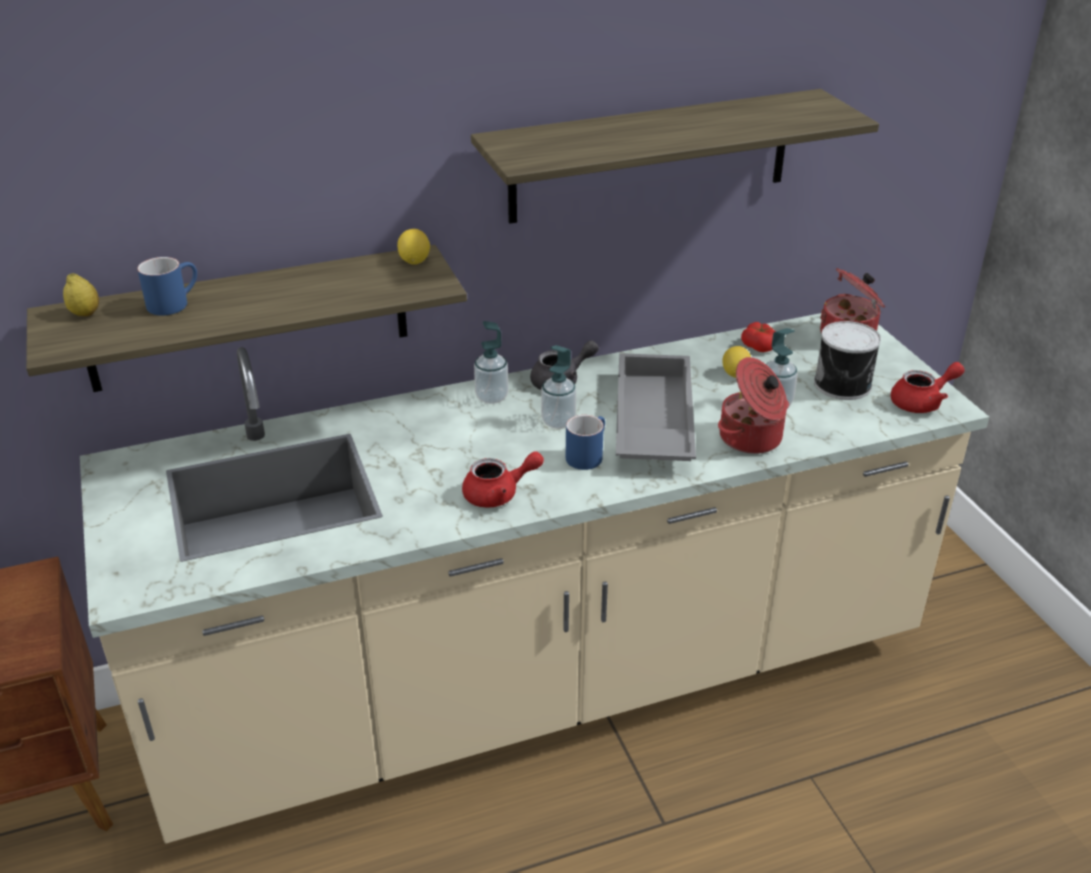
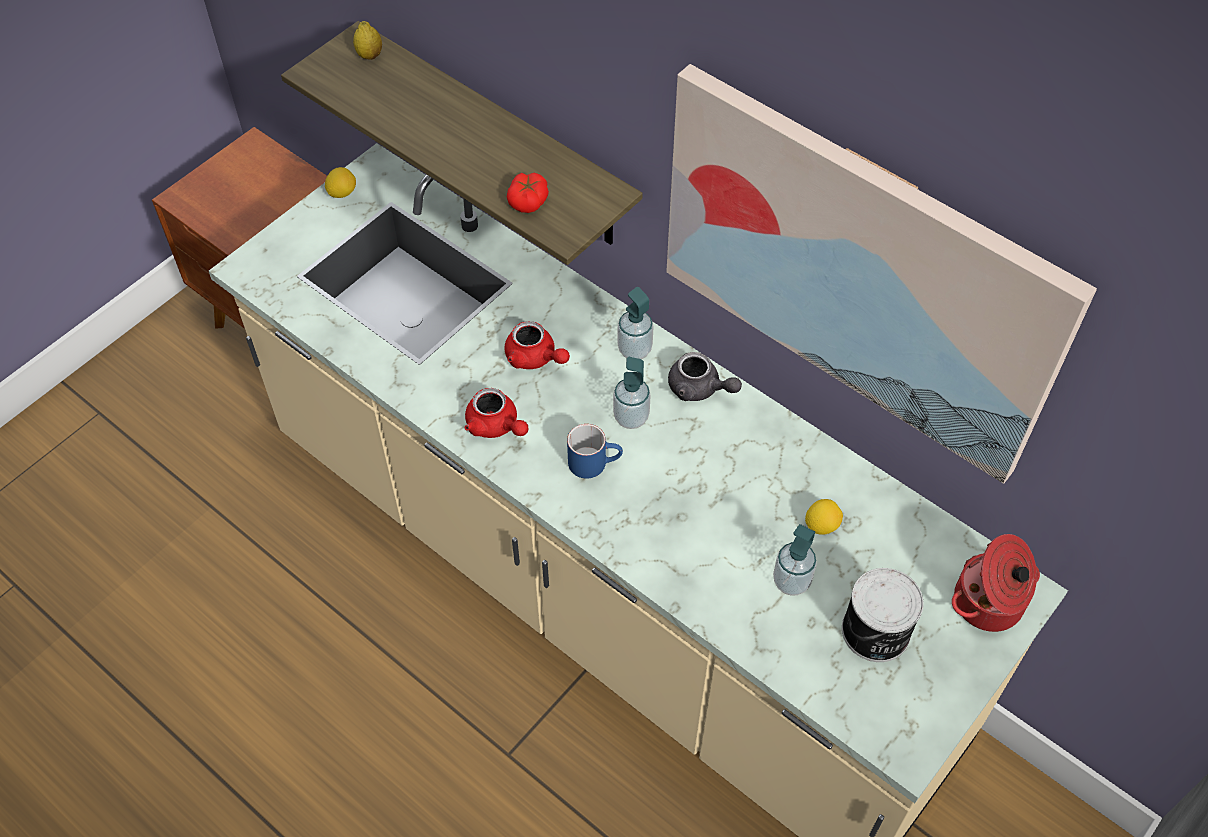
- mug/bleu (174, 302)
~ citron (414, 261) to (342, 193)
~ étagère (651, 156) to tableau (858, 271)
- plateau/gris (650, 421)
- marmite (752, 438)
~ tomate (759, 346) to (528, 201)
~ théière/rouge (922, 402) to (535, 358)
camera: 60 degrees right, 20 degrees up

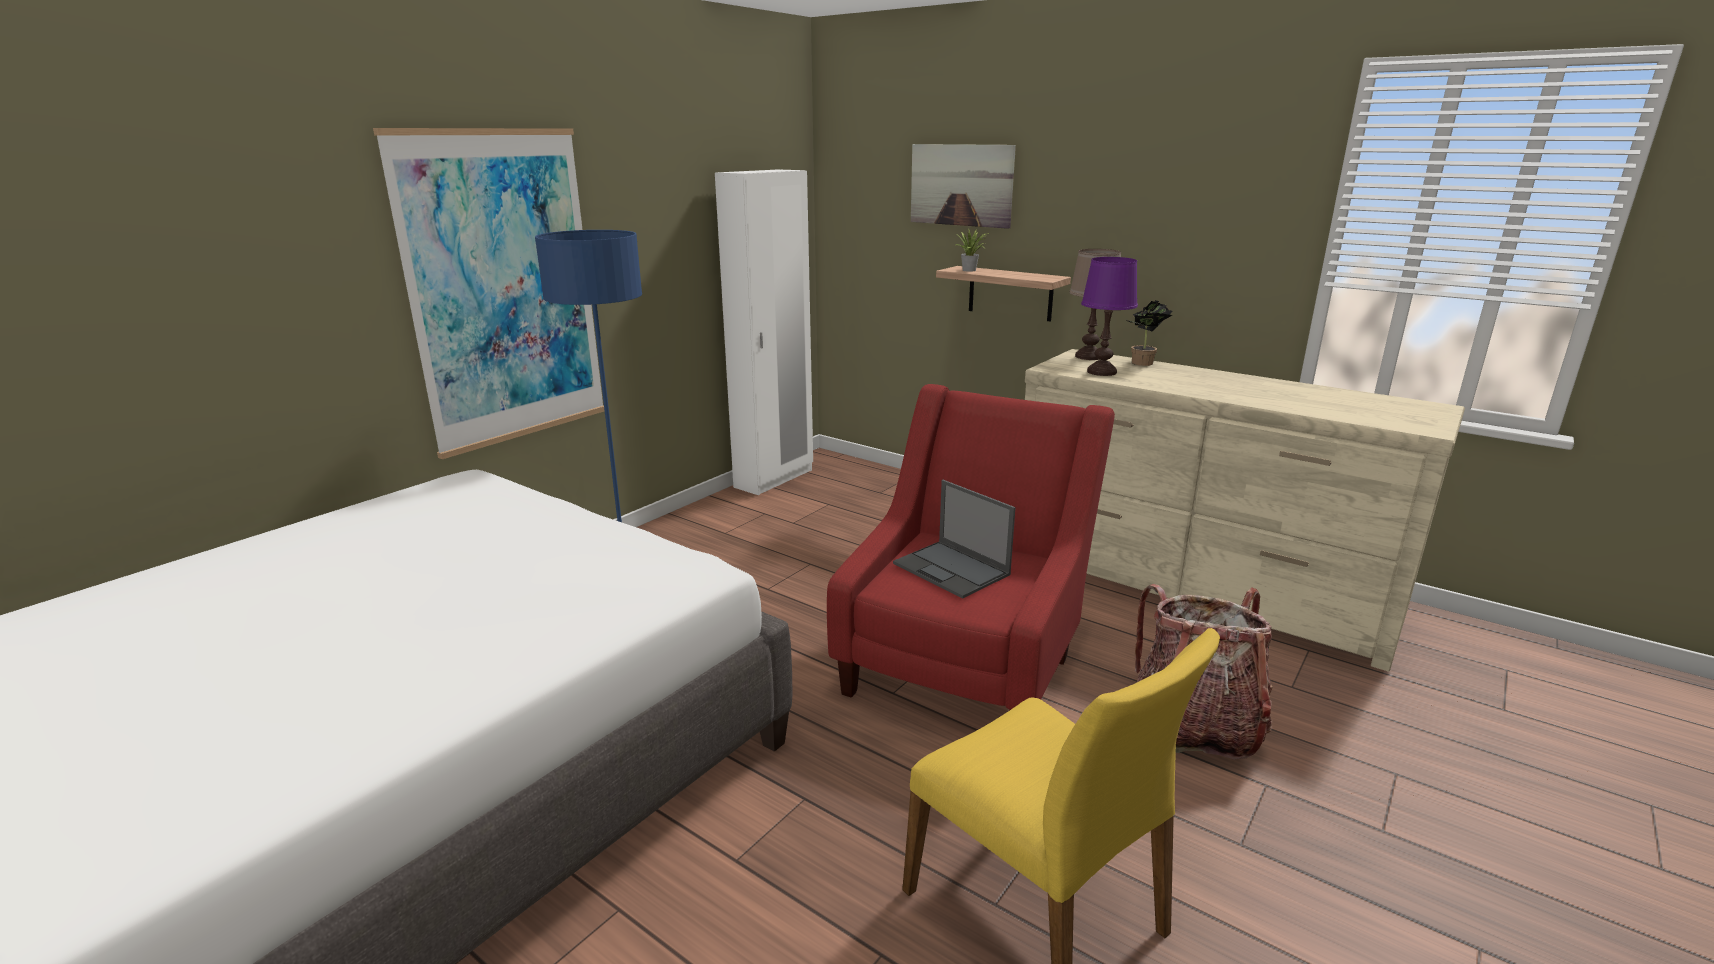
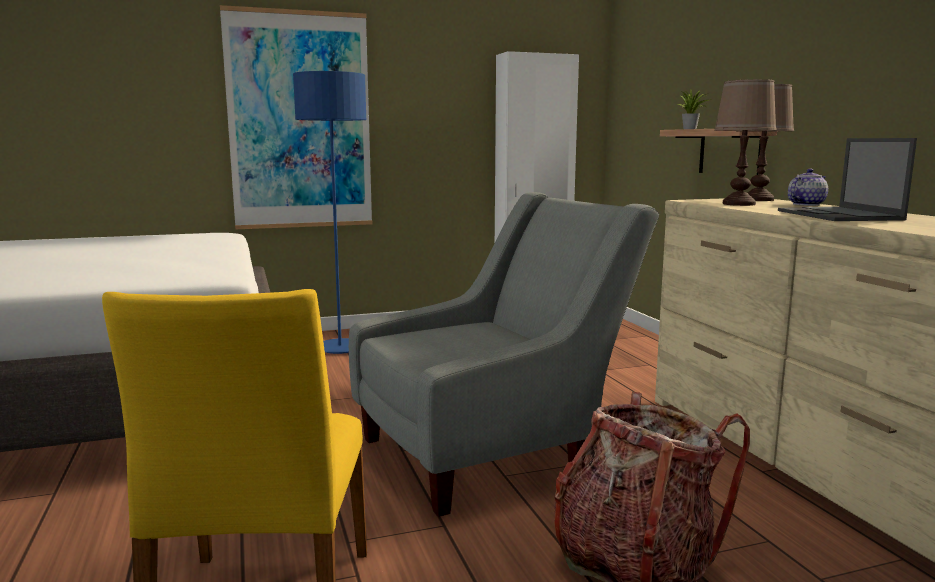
~ fauteuil/rouge (967, 662) to fauteuil/gris (492, 451)
~ ordinateur portable (952, 569) to (839, 215)
- tableau (961, 185)
~ lampe de table/violet (1101, 372) to lampe de table/marron (738, 204)
~ plante en pot (1143, 364) to théière (805, 204)
camera: 35 degrees right, 10 degrees down

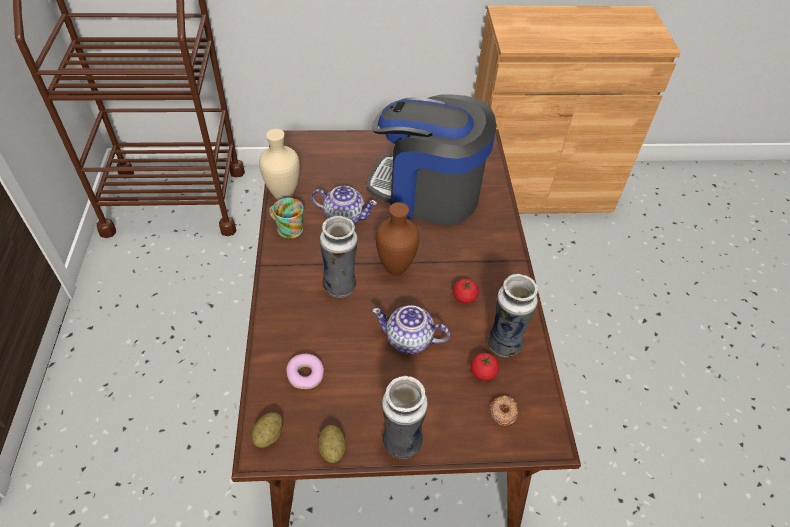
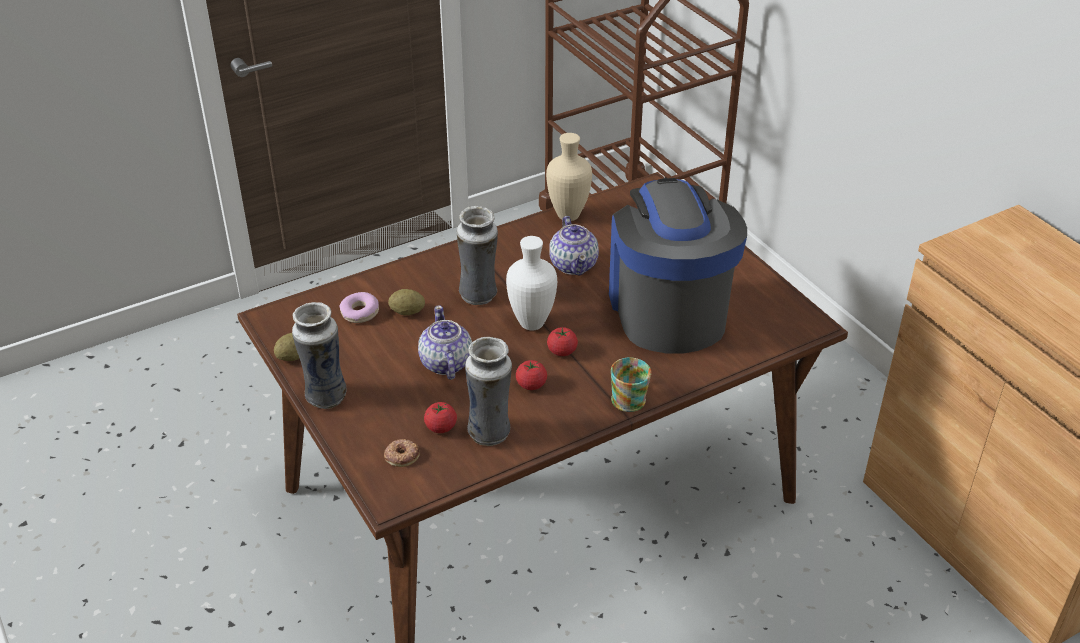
~ pomme de terre (269, 435) to (407, 312)
~ mug (287, 227) to (629, 397)
~ vase/marron (397, 269) to vase/blanc (532, 324)
+ tomate (562, 351)
camera: 65 degrees right, 10 degrees down

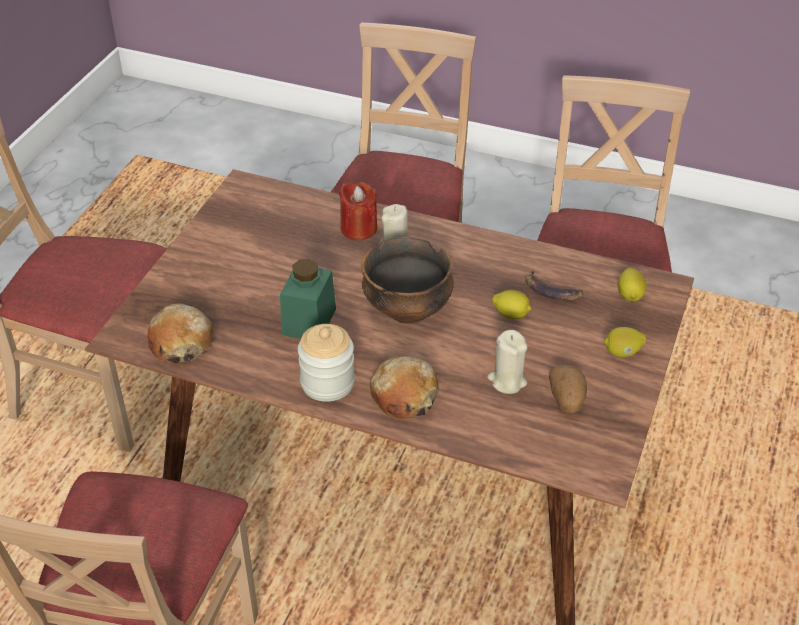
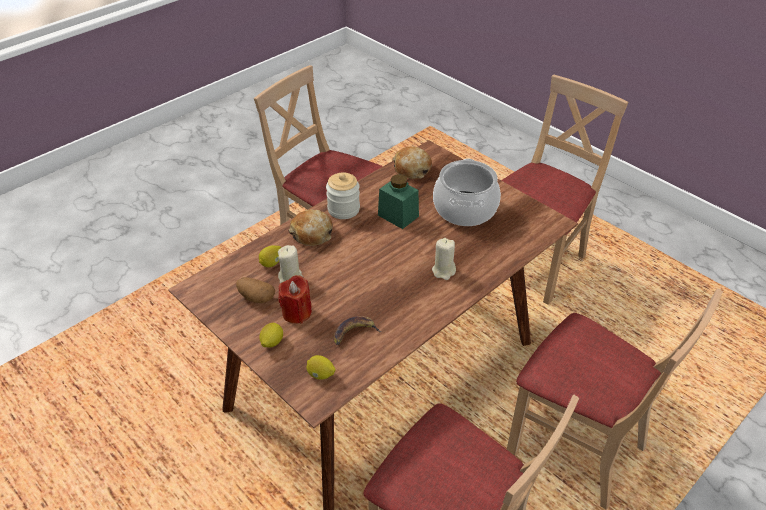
~ bougie/rouge (358, 229) to (297, 312)
- bol (408, 309)
~ citron (511, 314) to (271, 263)
+ marmite (465, 209)
camera: 115 degrees right, 0 degrees up

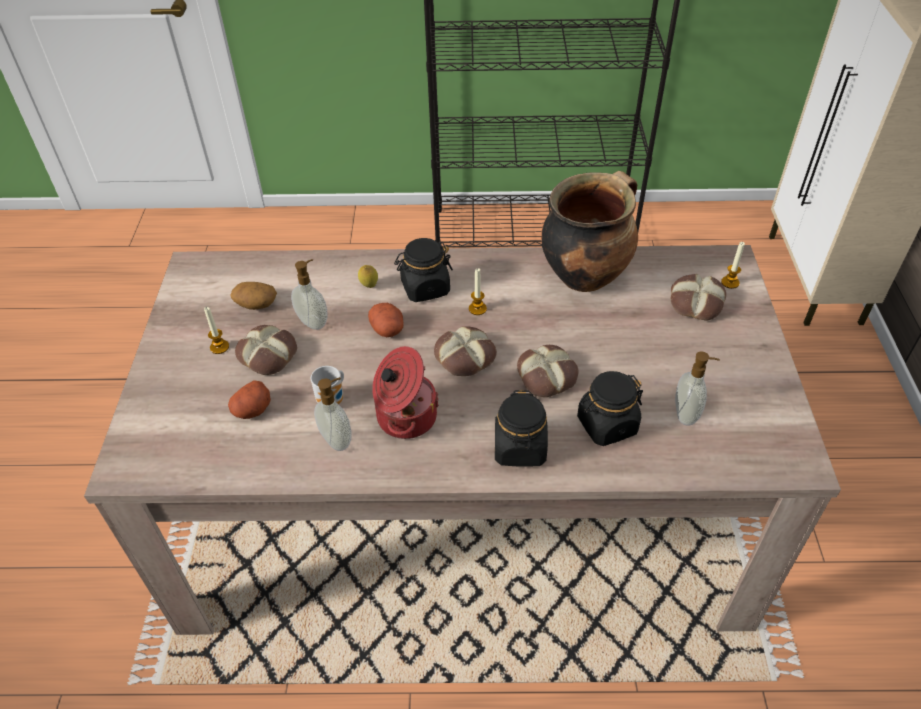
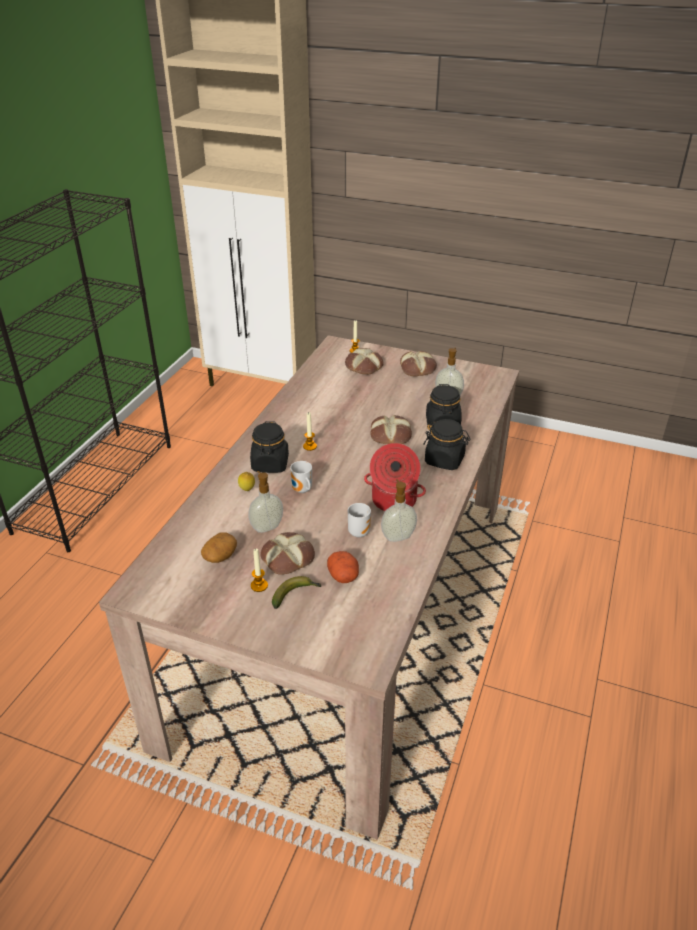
~ pomme de terre (388, 329) to mug (302, 491)
~ pain (465, 357) to (418, 368)
- marmite (585, 275)
+ banane (296, 594)
camera: 70 degrees left, 10 degrees down

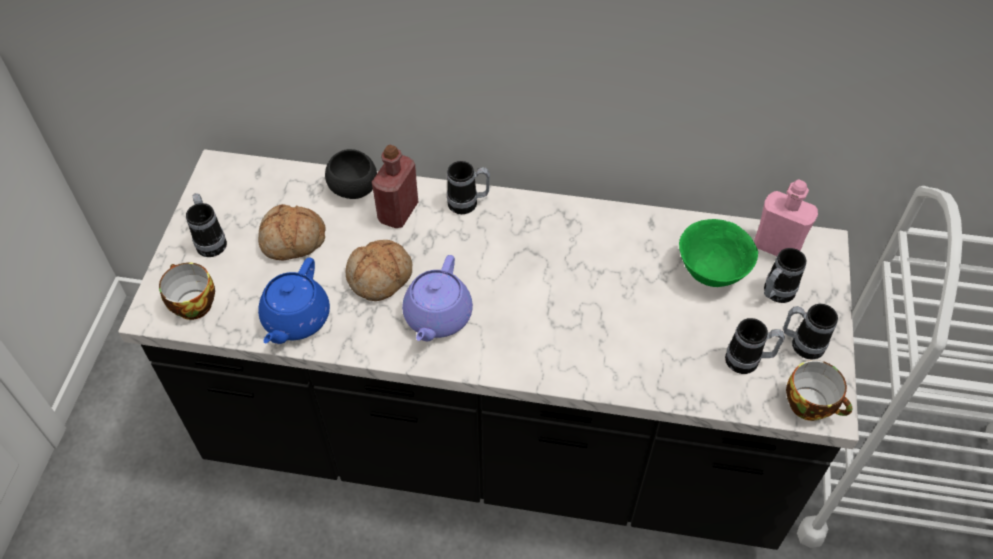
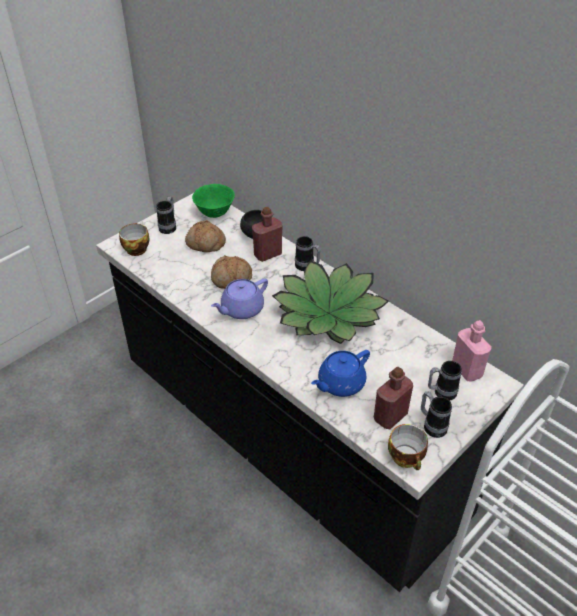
~ théière/bleu (295, 319) to (340, 384)
~ bol/vert (711, 272) to (215, 213)
~ mug (748, 361) to bouteille/rouge (390, 416)
+ plante en pot (329, 313)
camera: 35 degrees right, 10 degrees down

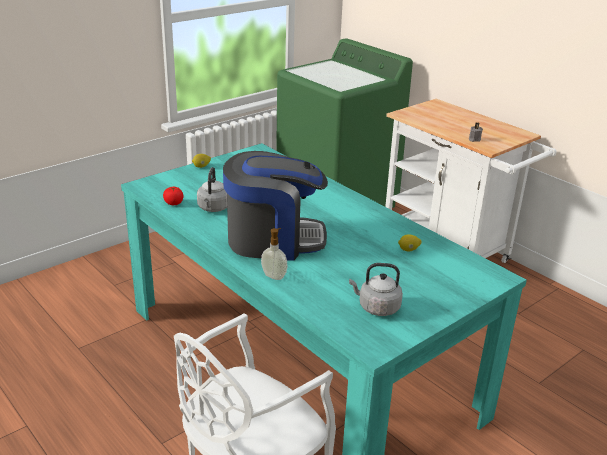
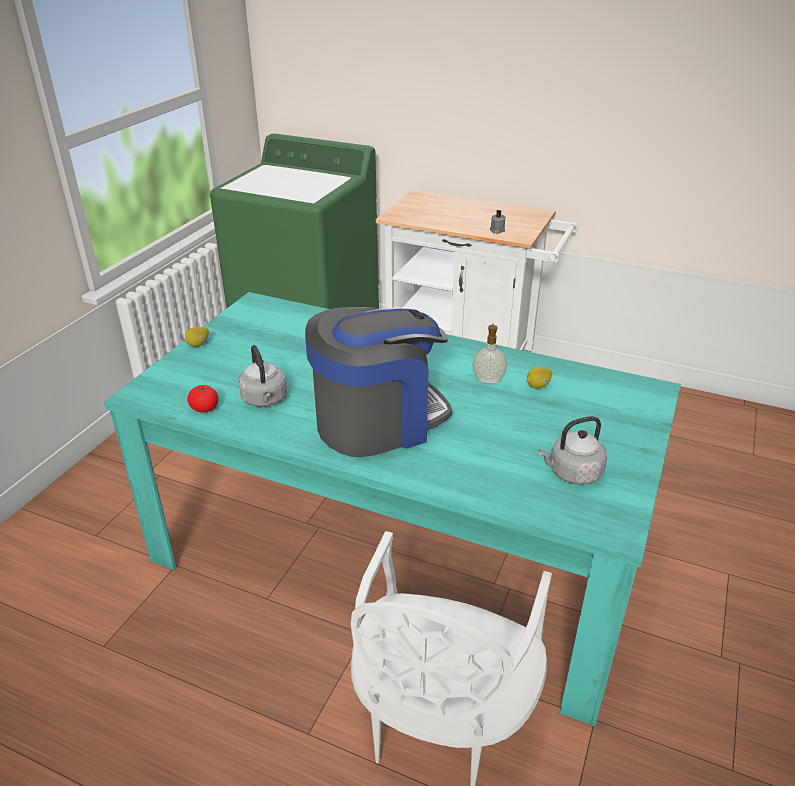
~ distributeur de savon (274, 276) to (488, 380)
camera: 25 degrees left, 5 degrees up

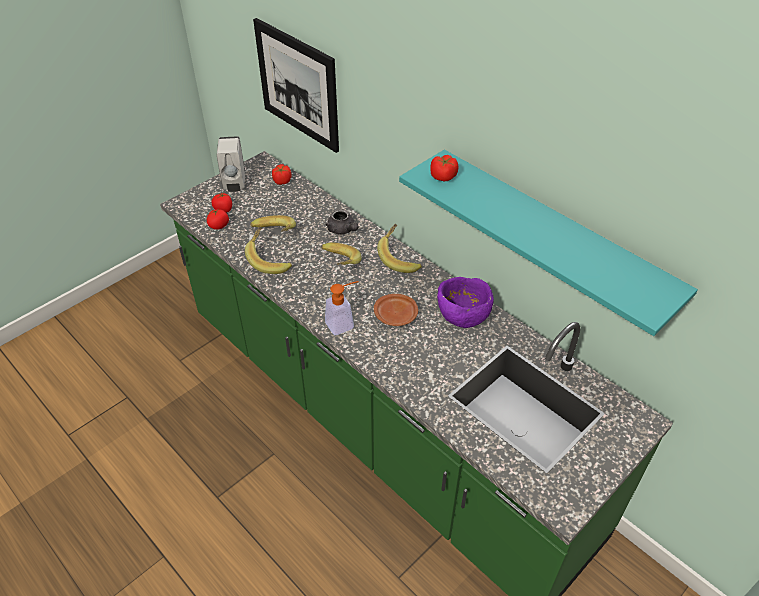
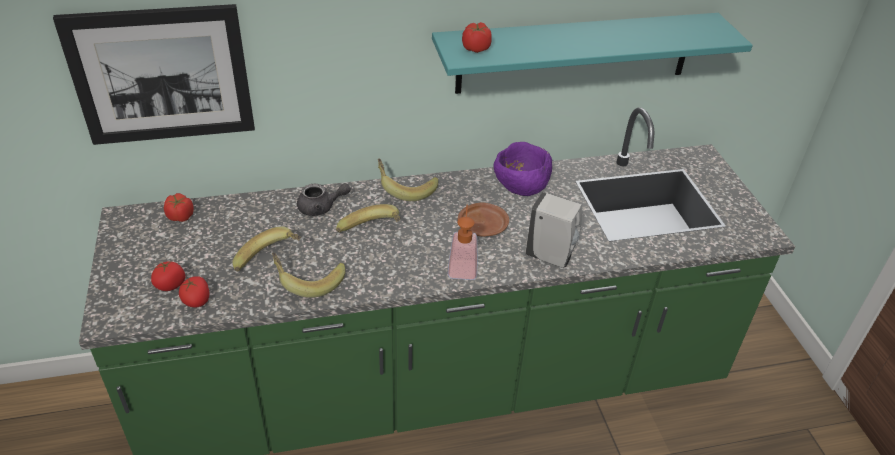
~ distributeur de savon/blanc (234, 184) to (551, 257)
camera: 60 degrees left, 5 degrees down

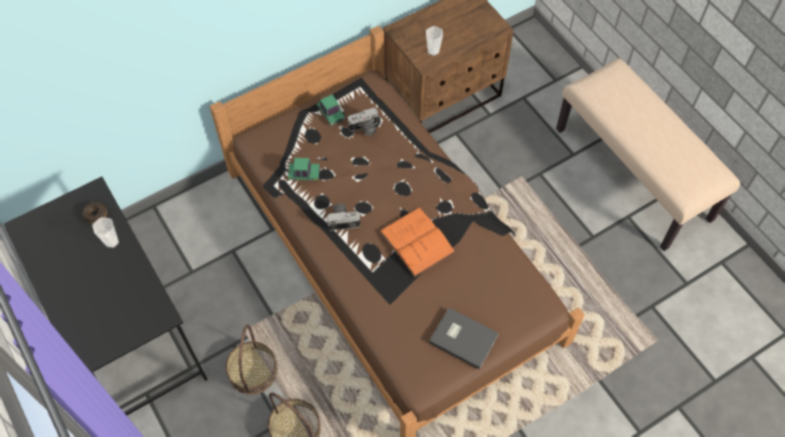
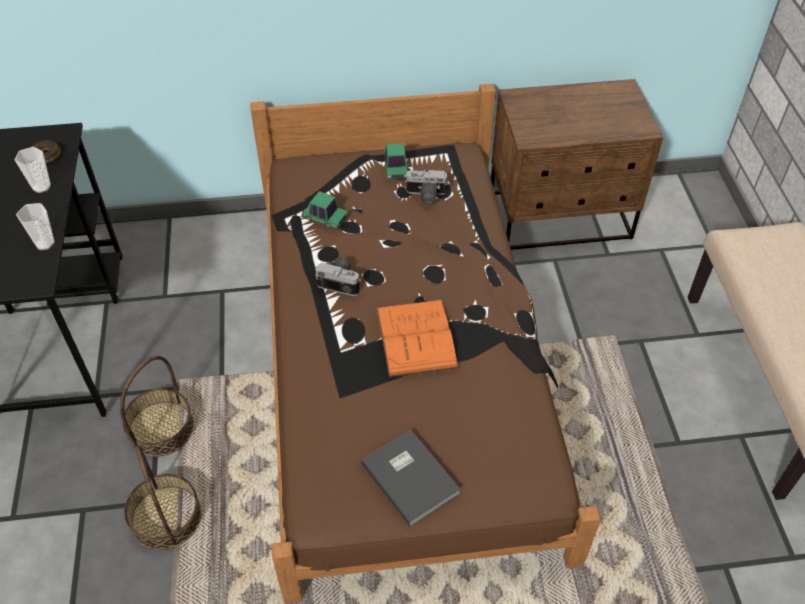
~ tasse (433, 51) to (45, 243)
camera: 25 degrees right, 10 degrees down

